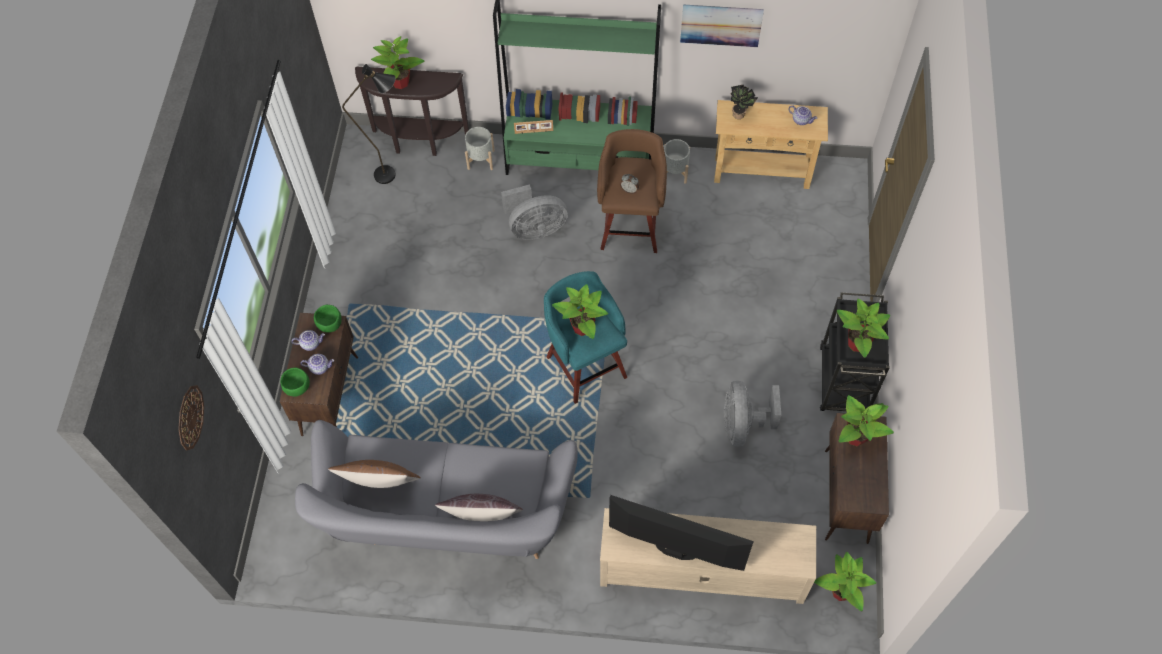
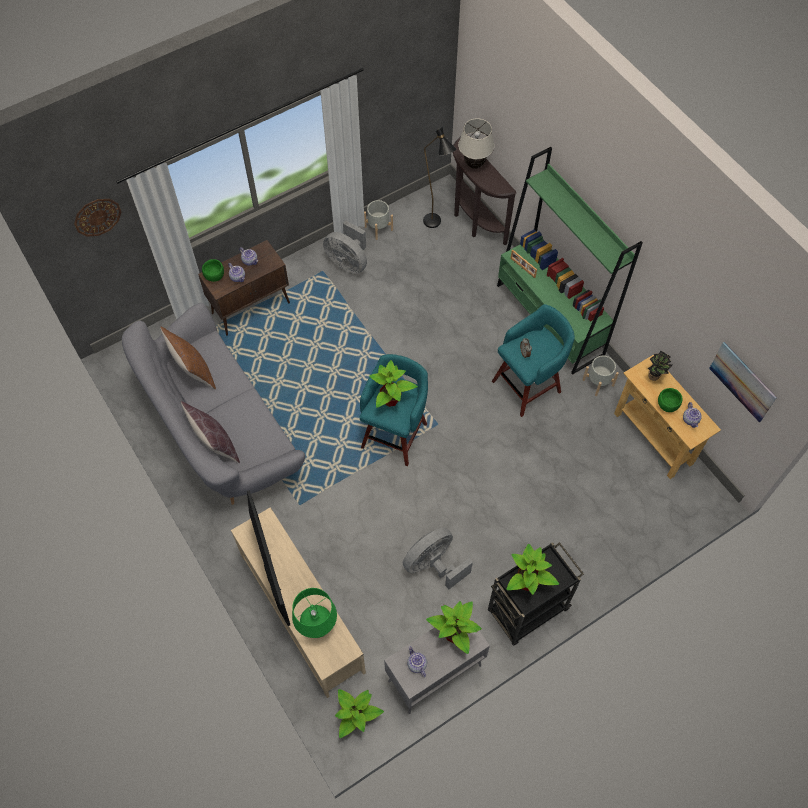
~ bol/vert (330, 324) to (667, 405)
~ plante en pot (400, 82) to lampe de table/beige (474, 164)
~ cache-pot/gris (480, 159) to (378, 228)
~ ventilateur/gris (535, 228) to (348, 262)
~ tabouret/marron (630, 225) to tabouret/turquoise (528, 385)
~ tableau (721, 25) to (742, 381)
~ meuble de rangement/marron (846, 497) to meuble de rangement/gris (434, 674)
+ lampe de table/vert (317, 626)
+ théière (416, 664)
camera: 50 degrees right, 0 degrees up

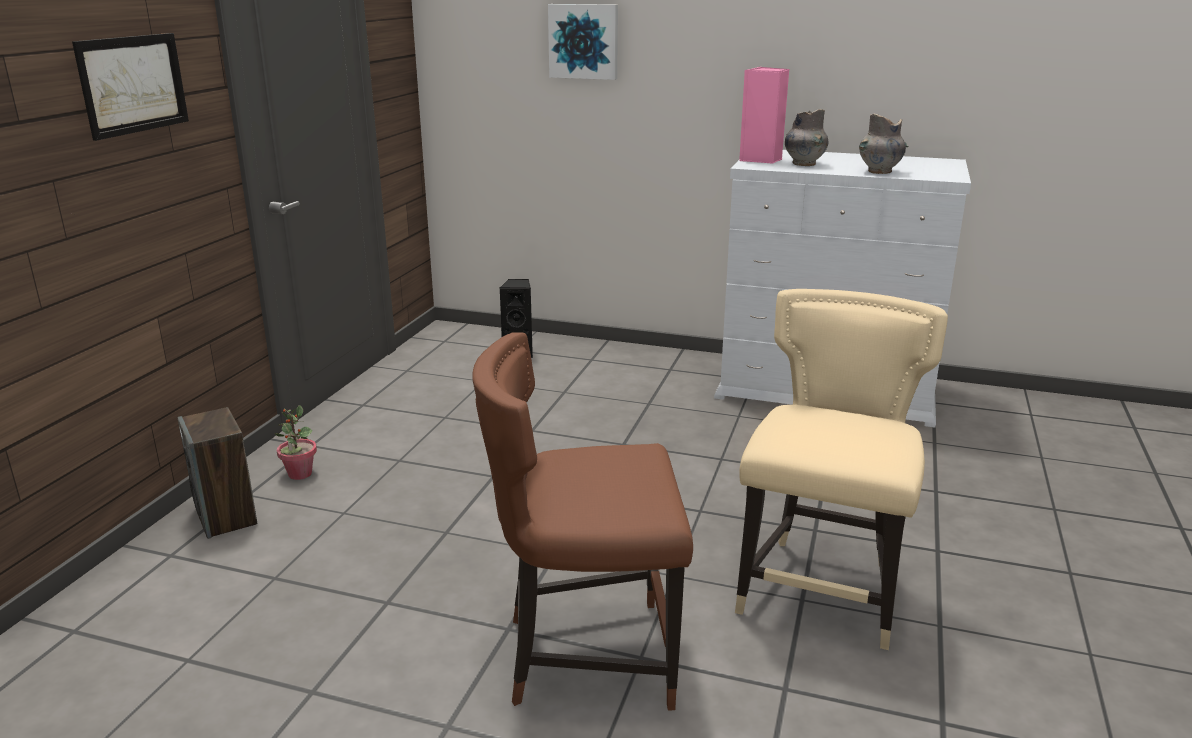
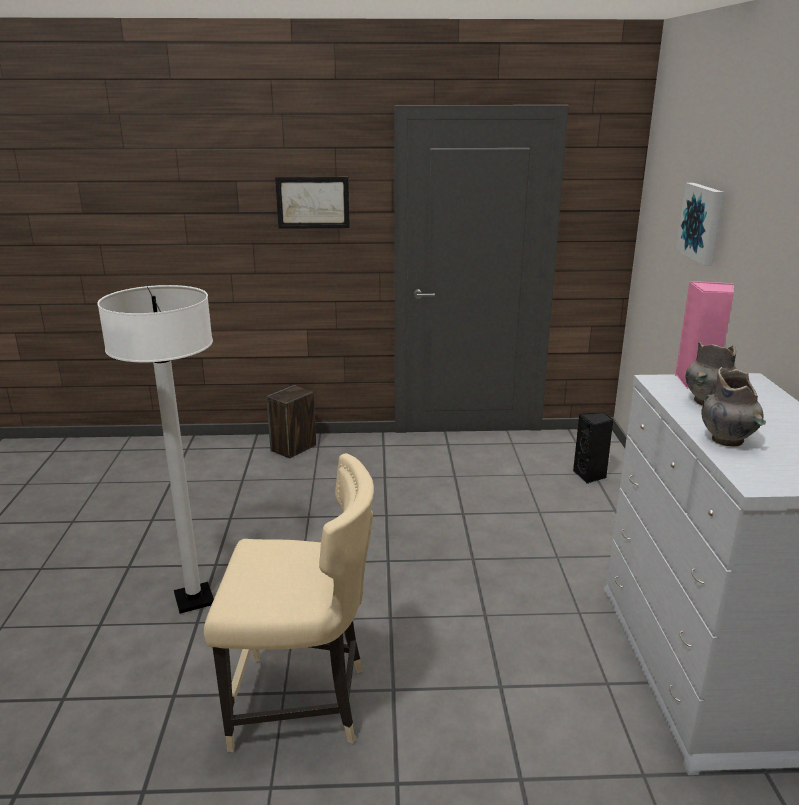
- plante en pot (300, 474)
~ chaise/marron (585, 656) to lampadaire/blanc (194, 599)
camera: 70 degrees right, 0 degrees up

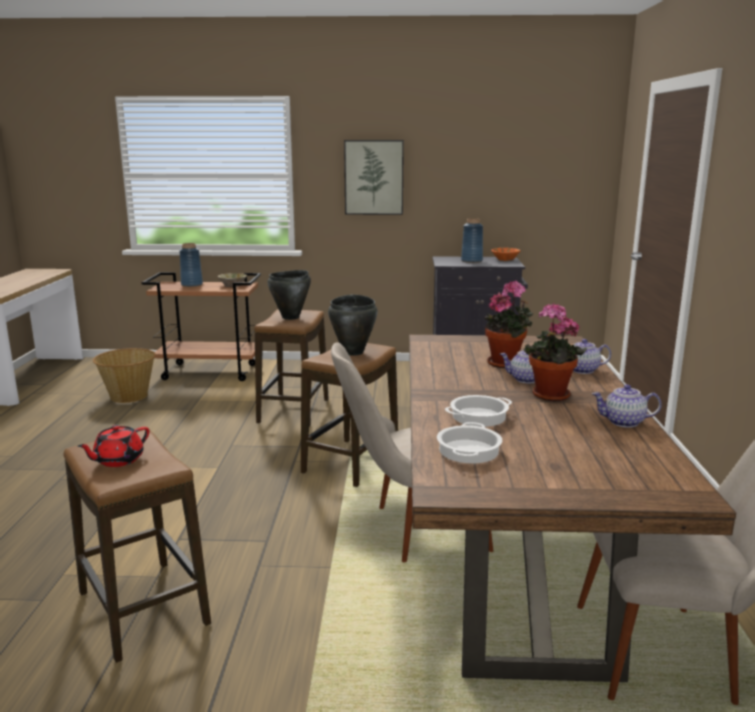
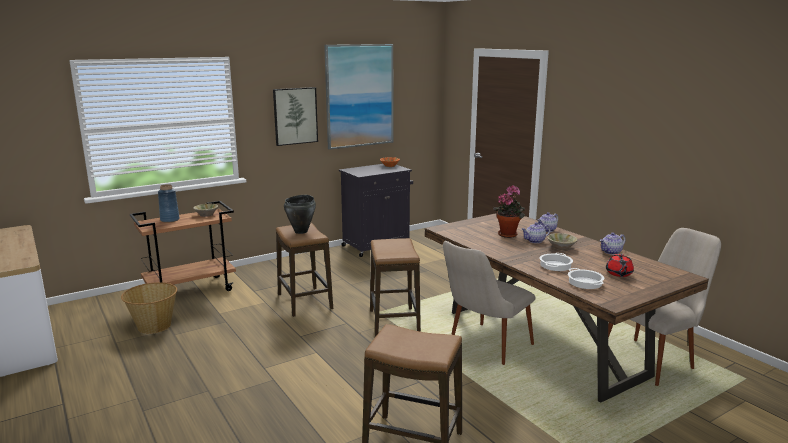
~ théière/rouge (118, 460) to (619, 274)
- marmite/noir (353, 352)
- vase/bleu (471, 261)
~ plante en pot (549, 396) to bol/beige (561, 247)
+ tableau (359, 96)
camera: 35 degrees left, 0 degrees up

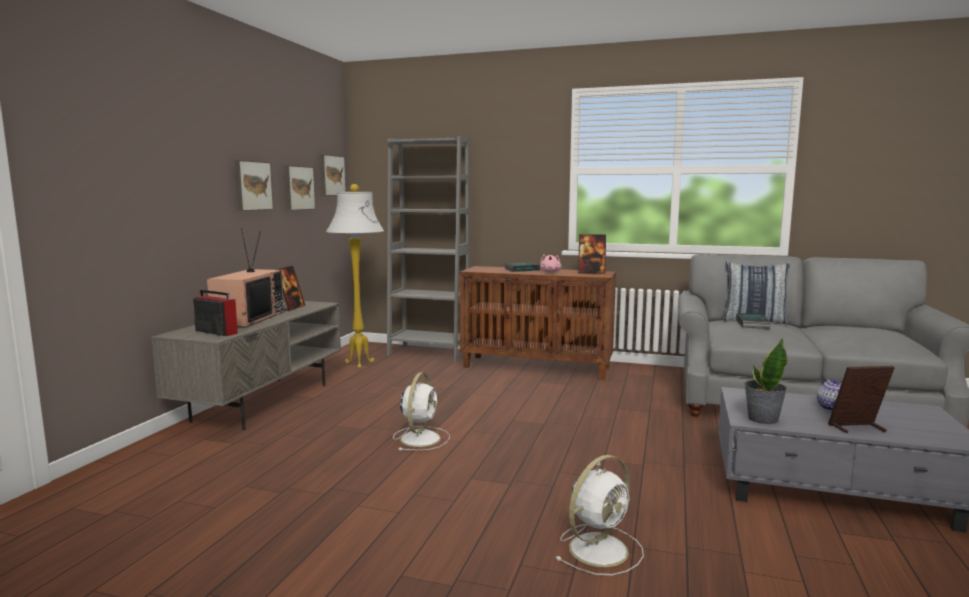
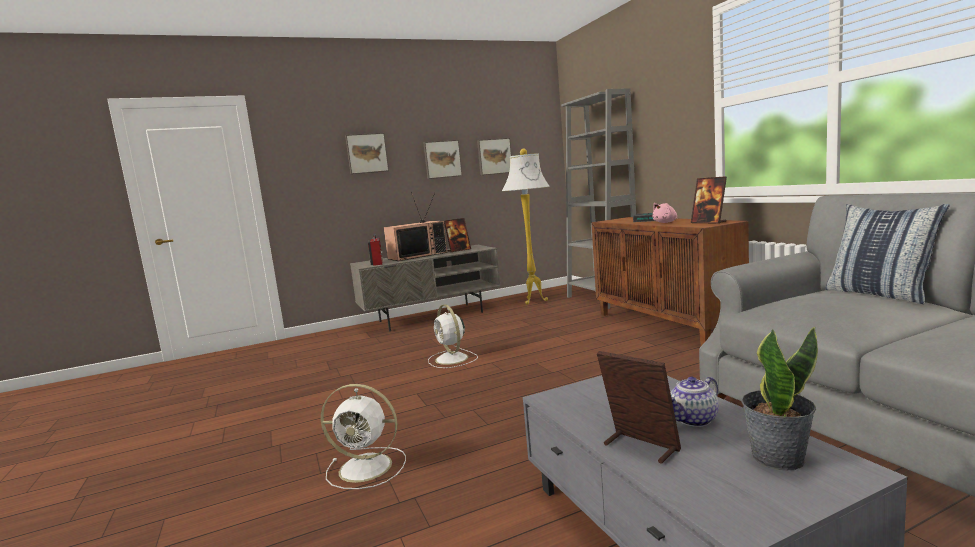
~ tableau (331, 175) to (367, 153)
~ ventilateur/blanc (421, 438) = (452, 359) 90 degrees clockwise
- livre (753, 324)
~ plante en pot (762, 419) to (777, 457)
camera: 50 degrees right, 0 degrees up

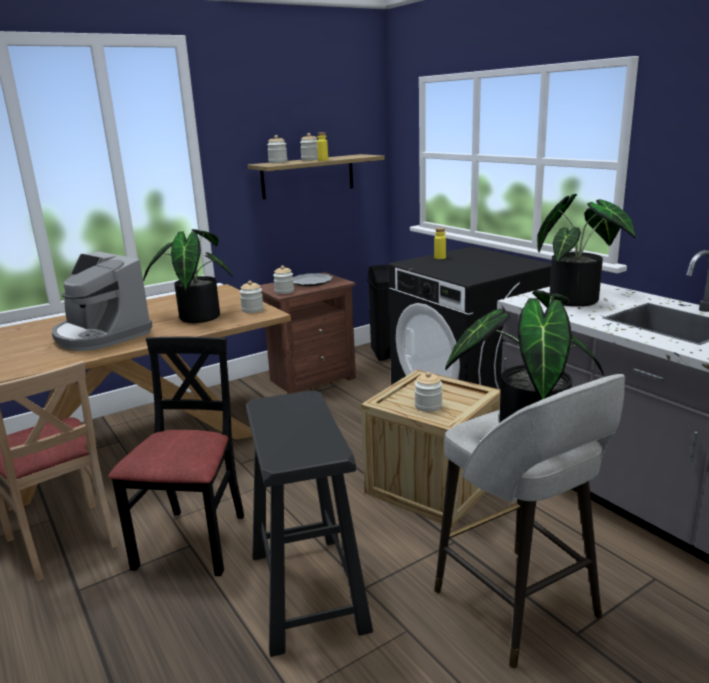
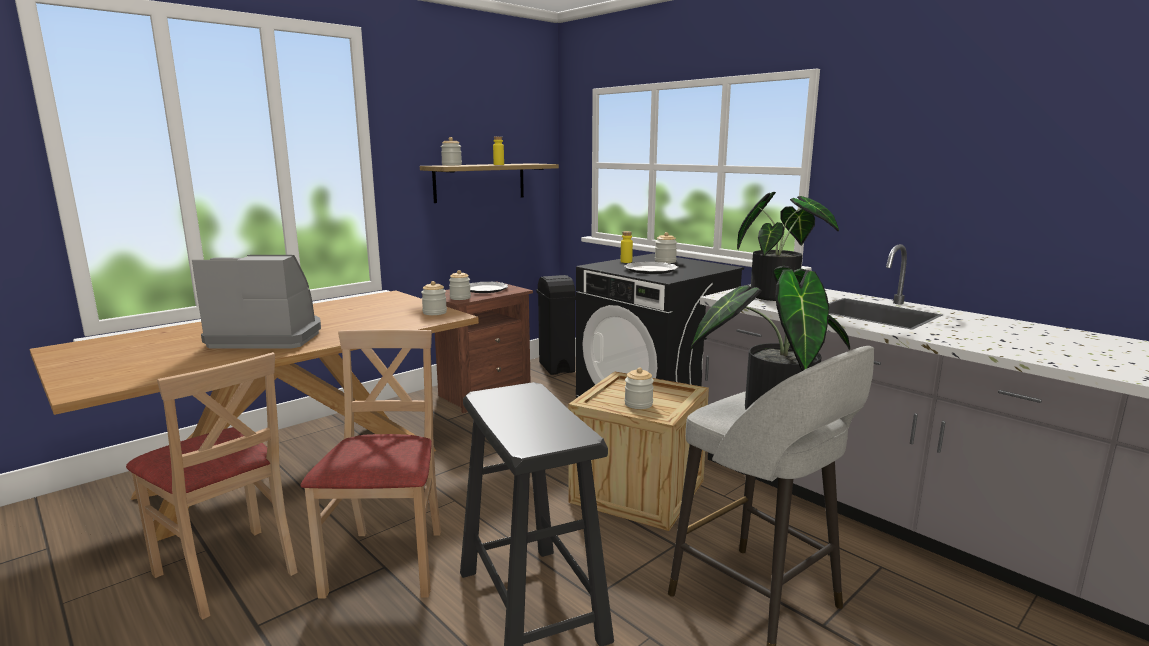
~ machine à café (101, 335) = (268, 337) 150 degrees clockwise
~ chaise/noir (193, 541) to chaise/beige (388, 563)
- plante en pot (196, 316)
~ bocal (310, 159) to (665, 261)
+ assiette (650, 270)
camera: 10 degrees left, 5 degrees down

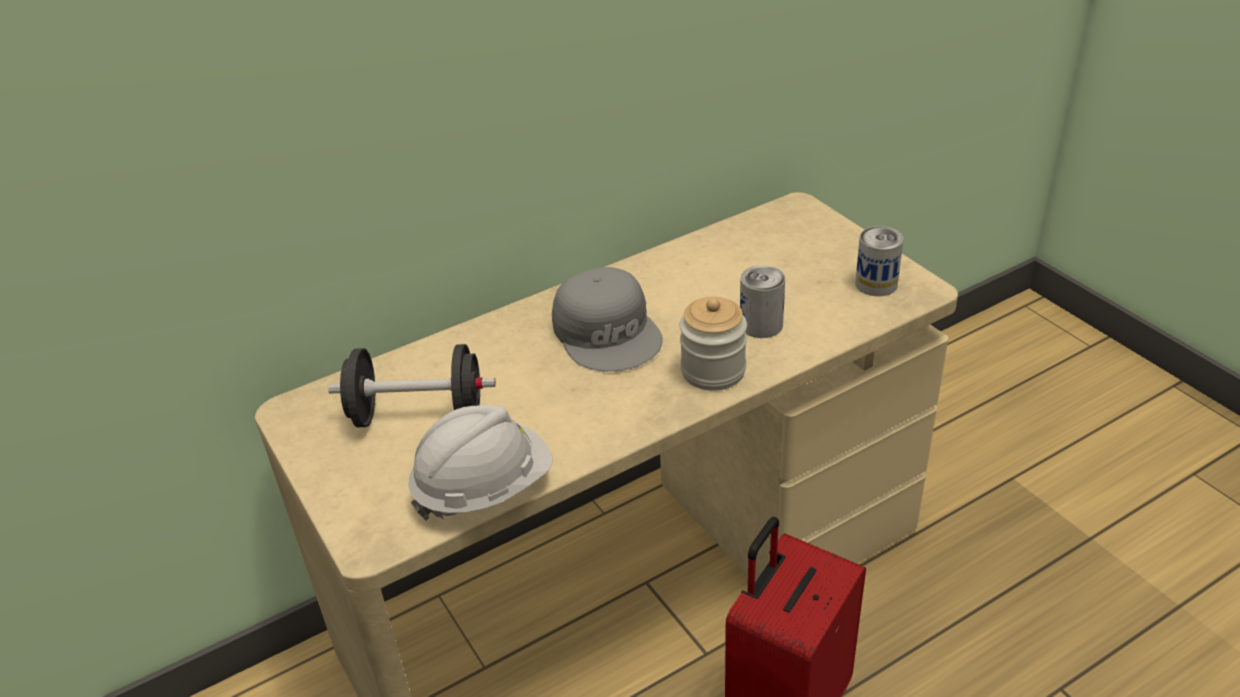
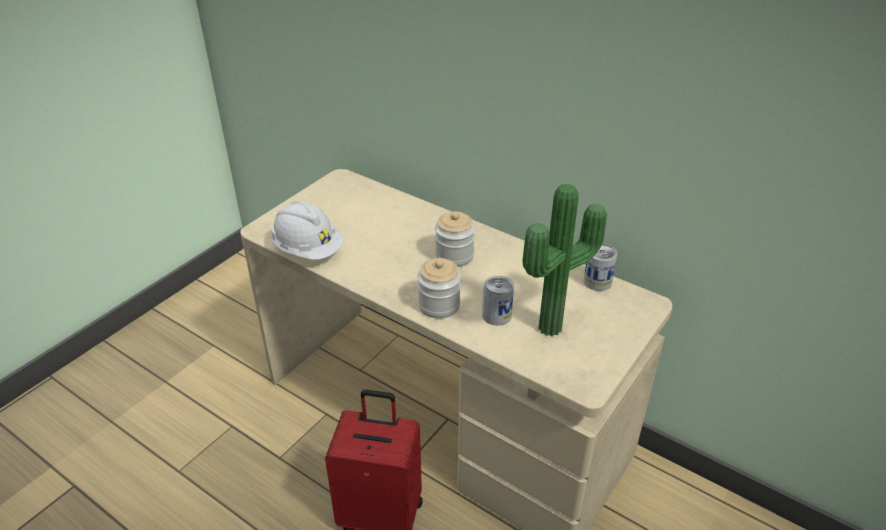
- haltère/noir (418, 415)
~ casquette/gris (608, 332) to bocal (454, 256)
~ boîte métallique (876, 284) to (597, 281)
+ plante en pot (554, 330)
camera: 65 degrees right, 0 degrees up

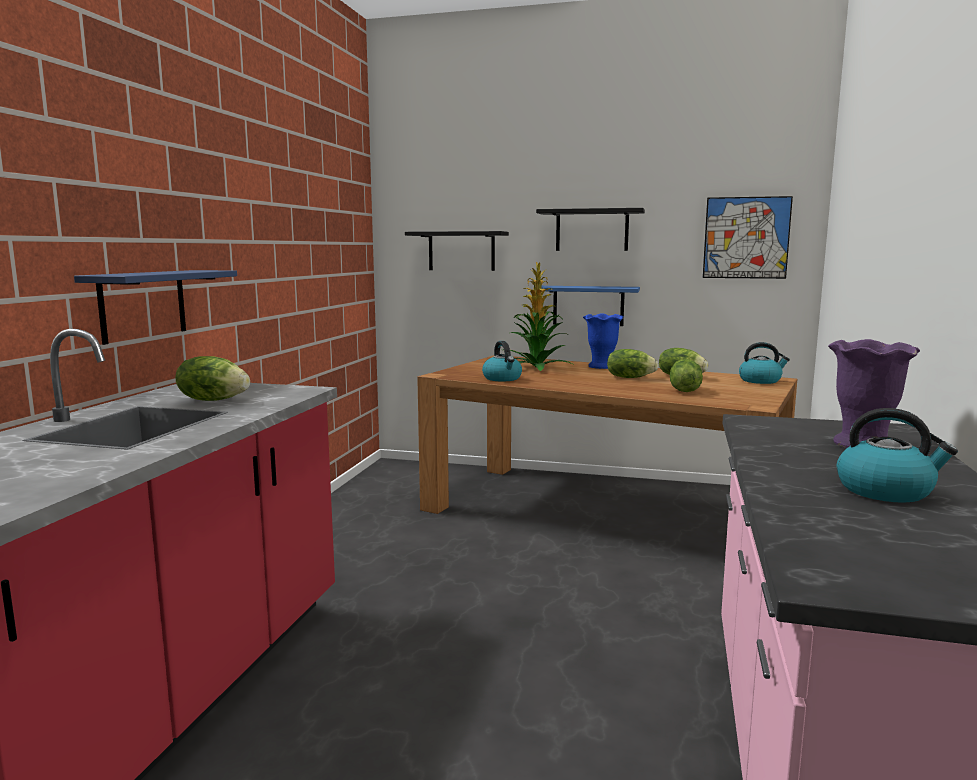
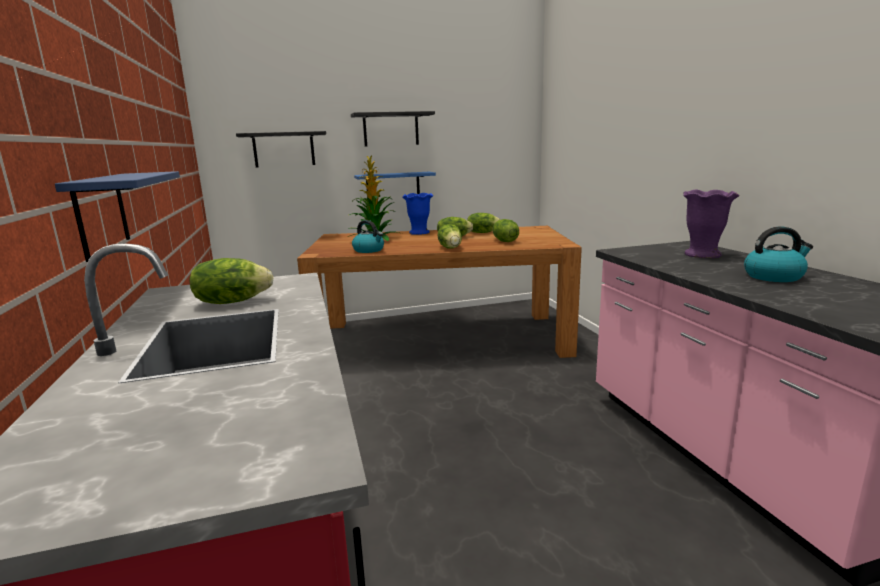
- tableau (746, 238)
- bouilloire (760, 380)
+ laitue (451, 248)
camera: 30 degrees left, 5 degrees up

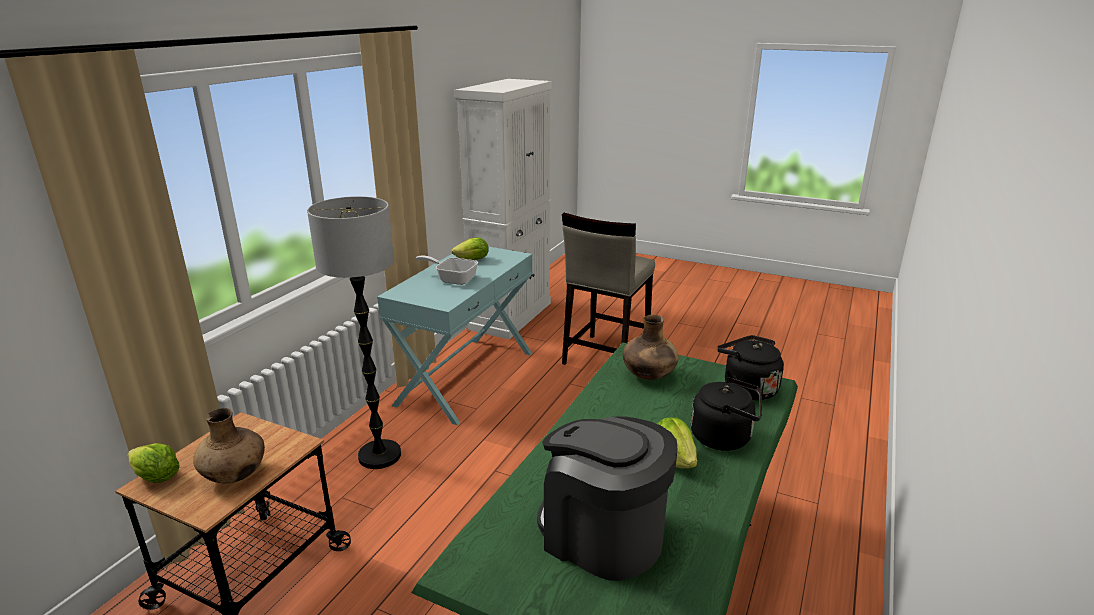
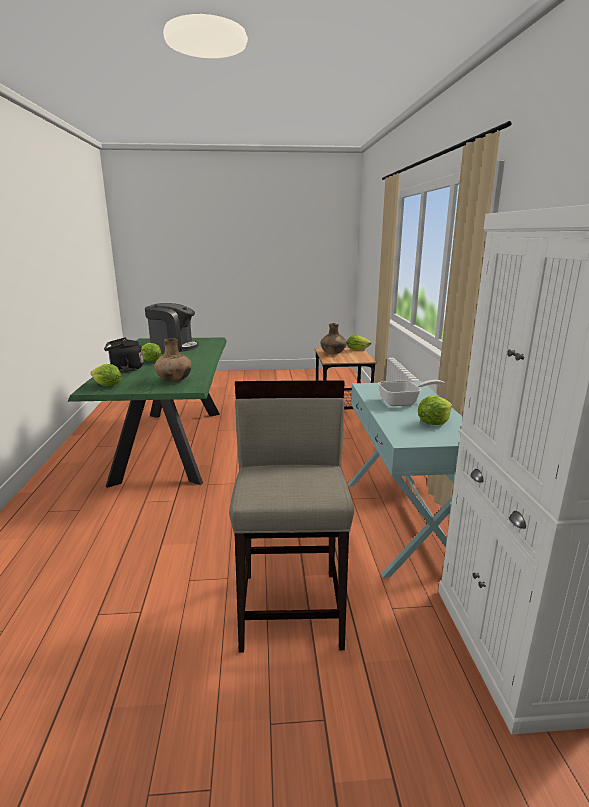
- lampadaire (379, 455)
~ bouilloire/noir (747, 388) to laitue (107, 386)
camera: 150 degrees right, 5 degrees down

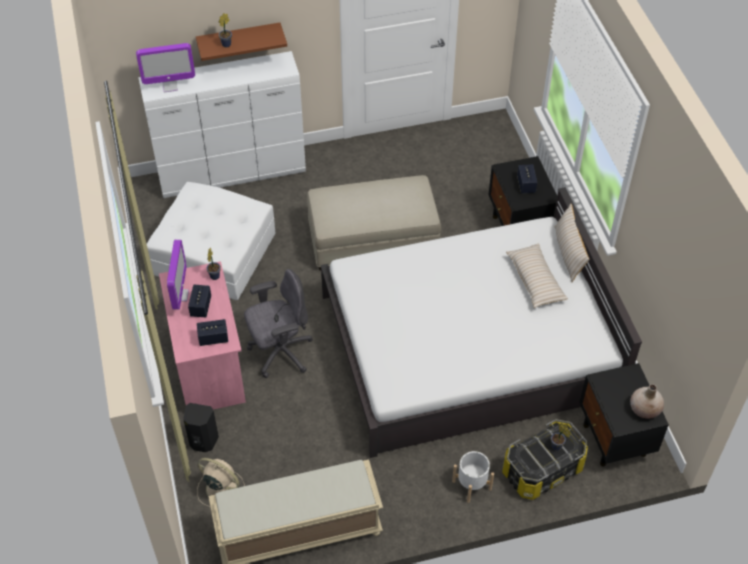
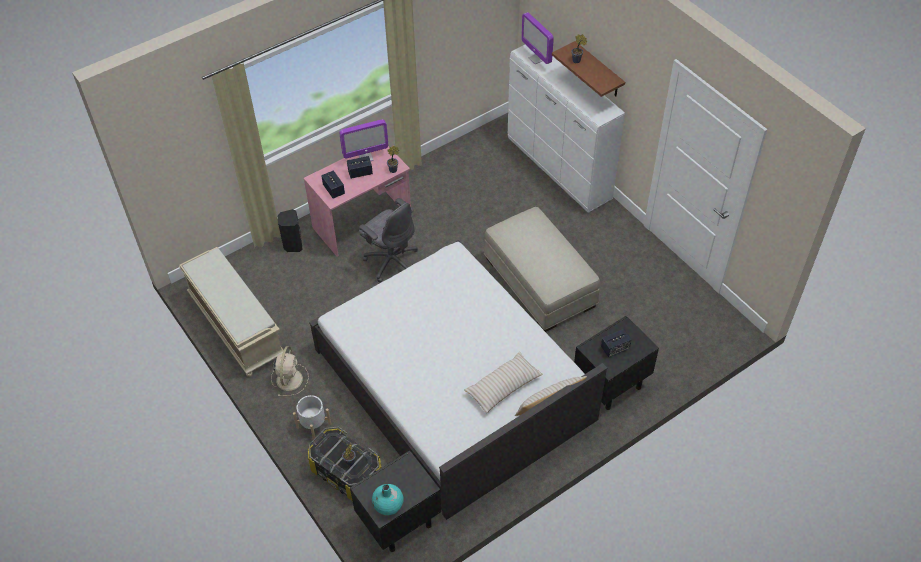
- pouf/blanc (213, 253)
~ ventilateur/beige (220, 488) to (289, 378)
~ vase/beige (645, 409) to vase/turquoise (388, 505)
camera: 70 degrees right, 0 degrees up

